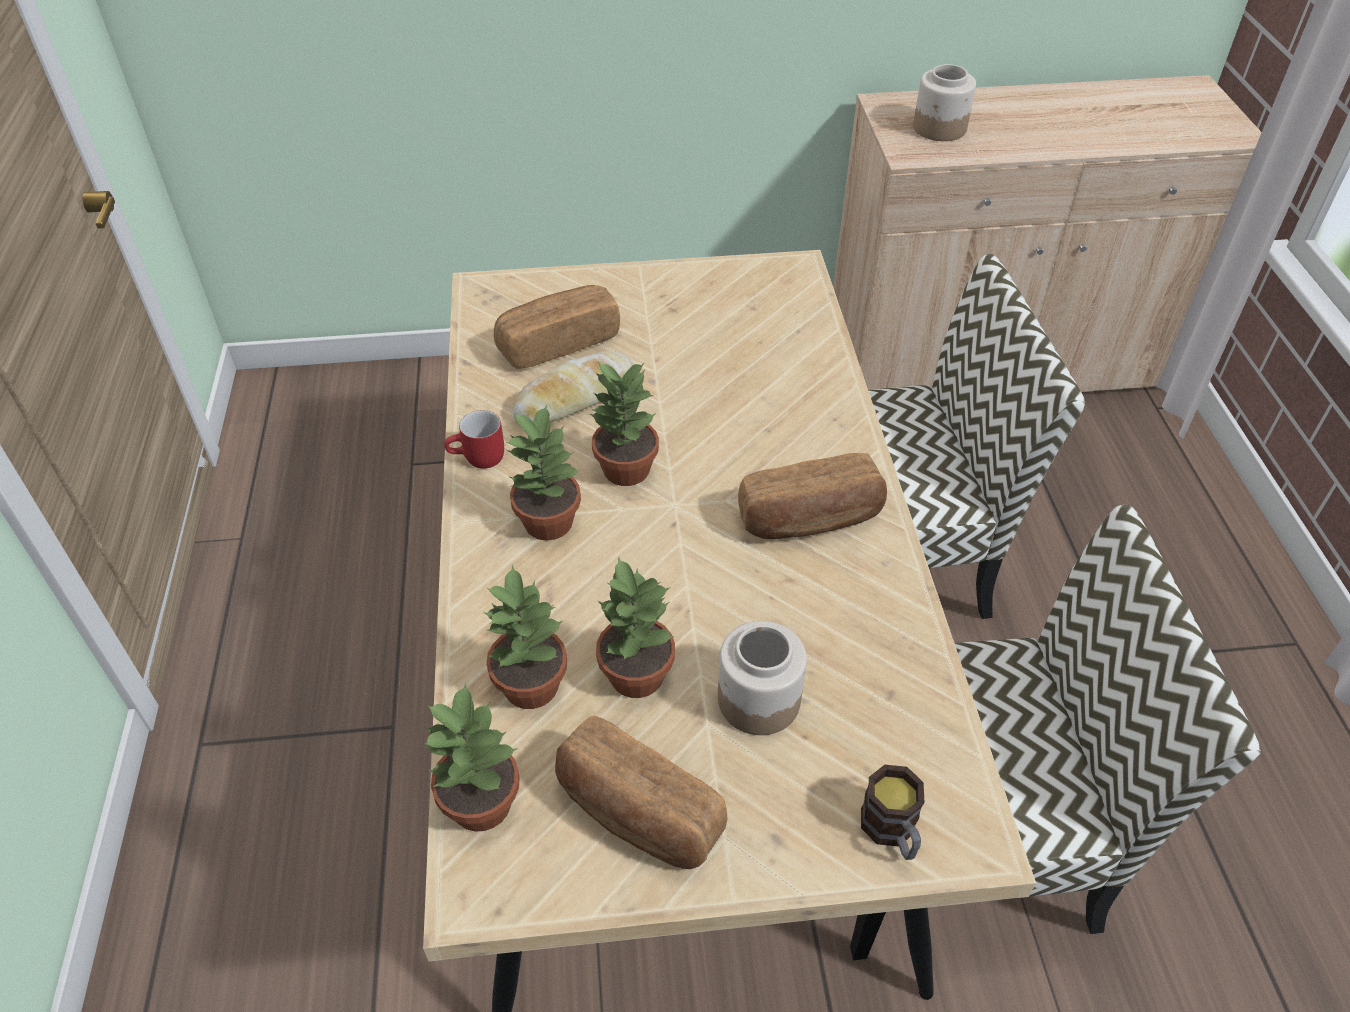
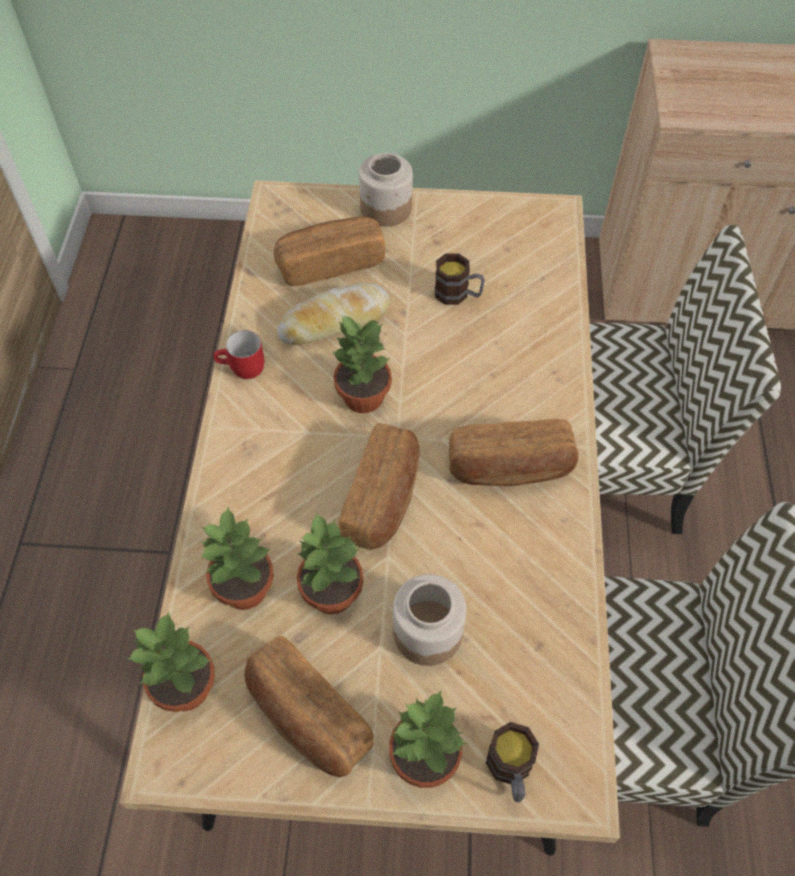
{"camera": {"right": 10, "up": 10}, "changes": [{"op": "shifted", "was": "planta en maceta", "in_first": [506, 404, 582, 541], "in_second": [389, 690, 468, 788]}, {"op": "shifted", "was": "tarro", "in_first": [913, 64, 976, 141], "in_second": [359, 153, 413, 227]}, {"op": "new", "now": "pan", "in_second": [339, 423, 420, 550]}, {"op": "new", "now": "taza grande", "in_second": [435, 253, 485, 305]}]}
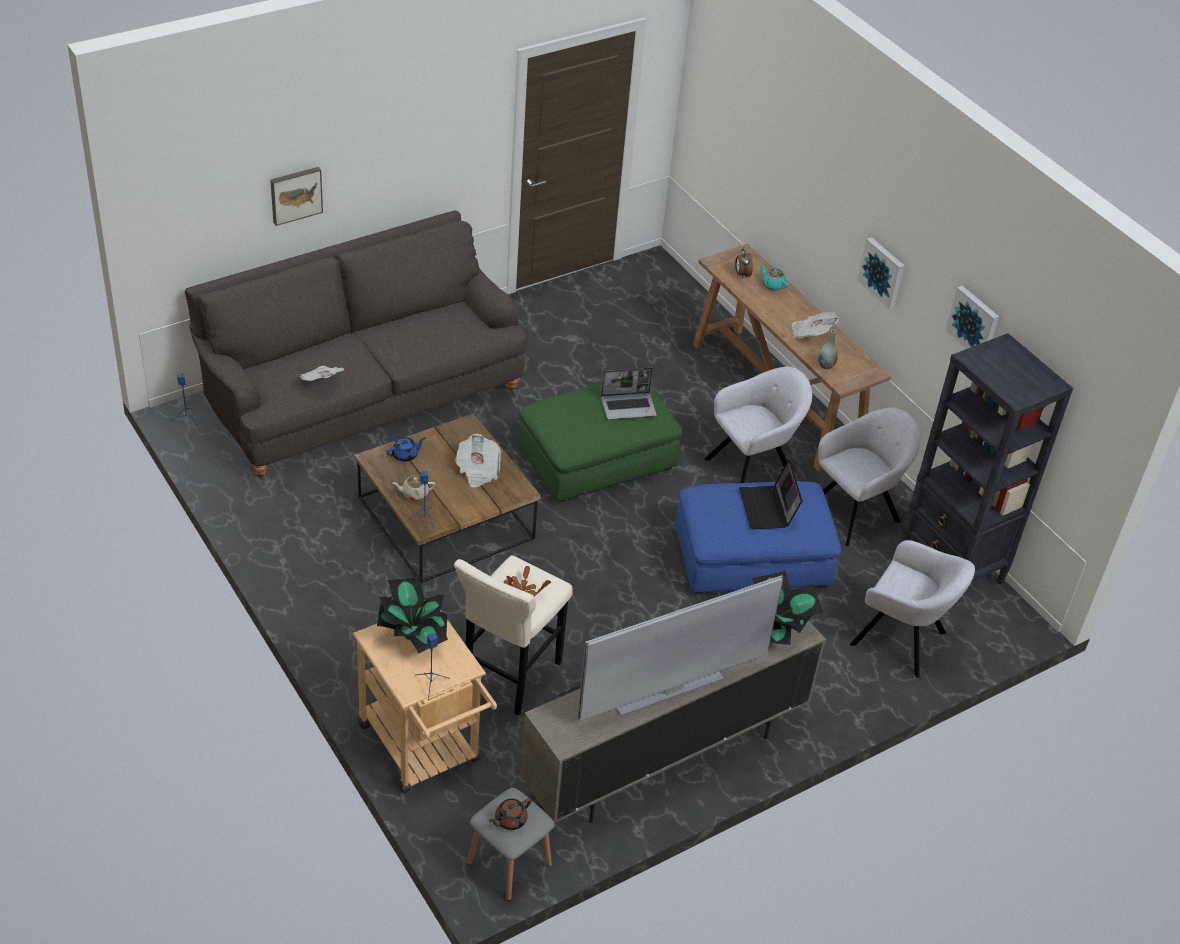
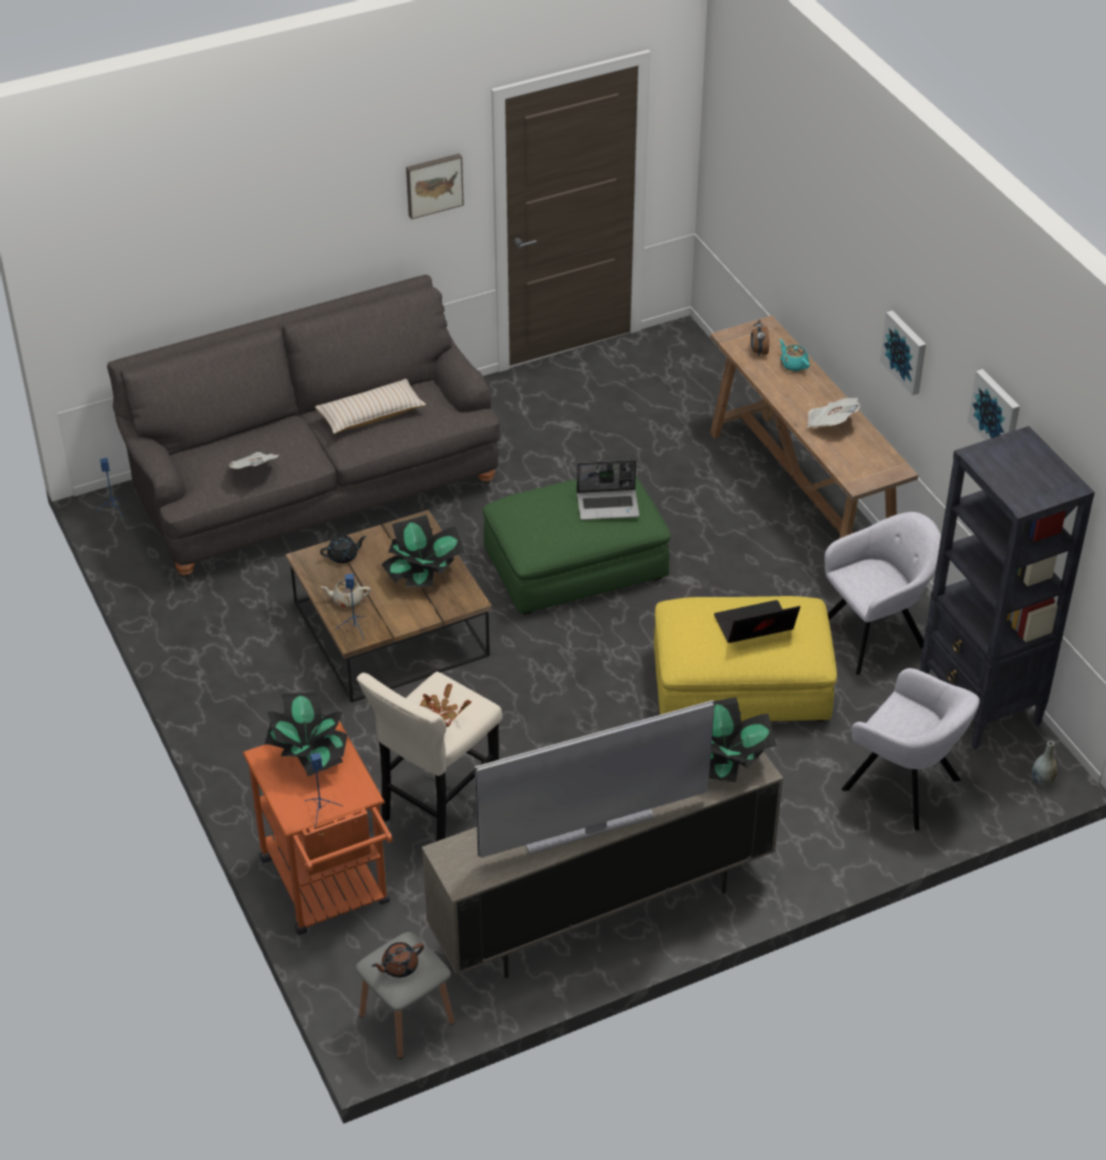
{"camera": {"right": 10, "up": 0}, "changes": [{"op": "shifted", "was": "cuadro", "in_first": [270, 167, 323, 226], "in_second": [406, 154, 464, 219]}, {"op": "repainted", "was": "carrito/beis", "now": "carrito/naranja", "in_first": [353, 611, 497, 793], "in_second": [243, 721, 393, 935]}, {"op": "repainted", "was": "tetera/azul", "now": "tetera/negro", "in_first": [386, 437, 426, 462], "in_second": [320, 535, 366, 563]}, {"op": "swapped", "was": "periódico", "now": "planta en maceta", "in_first": [455, 434, 501, 488], "in_second": [381, 515, 465, 587]}, {"op": "repainted", "was": "puf/azul", "now": "puf/amarillo", "in_first": [675, 481, 841, 594], "in_second": [654, 596, 837, 722]}, {"op": "gone", "was": "sillón/gris", "in_first": [704, 367, 812, 483]}, {"op": "rotated", "was": "portátil", "in_first": [739, 460, 802, 529], "in_second": [714, 600, 800, 643], "clockwise": 75}, {"op": "shifted", "was": "florero/gris", "in_first": [818, 330, 838, 369], "in_second": [1032, 741, 1057, 786]}, {"op": "new", "now": "cojín/beis", "in_second": [315, 379, 426, 434]}]}
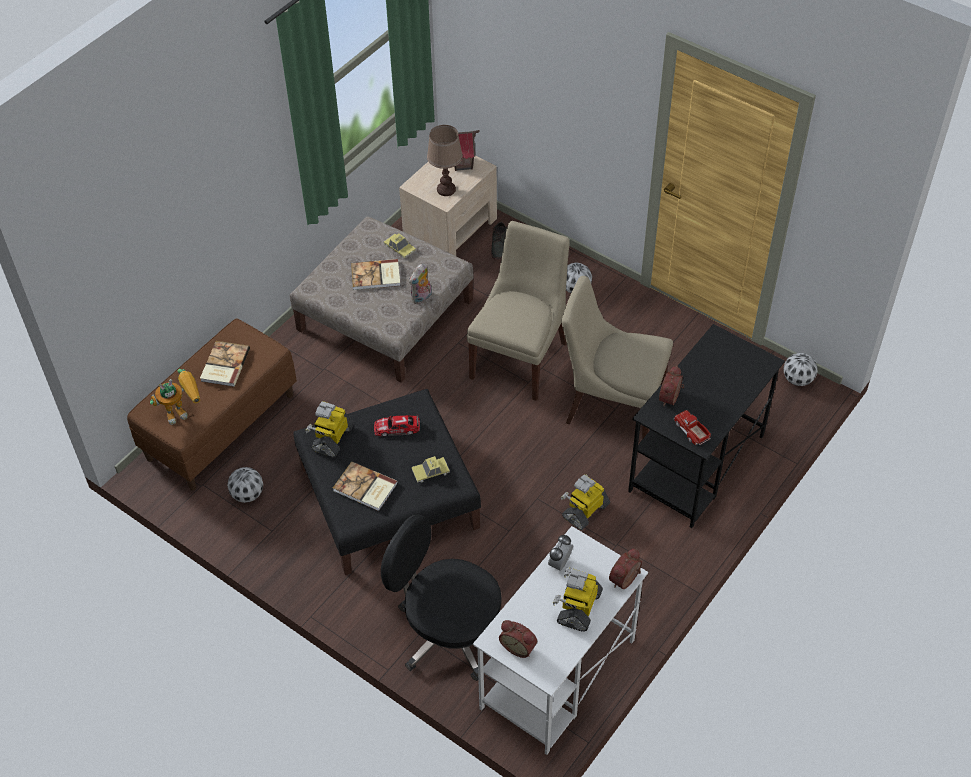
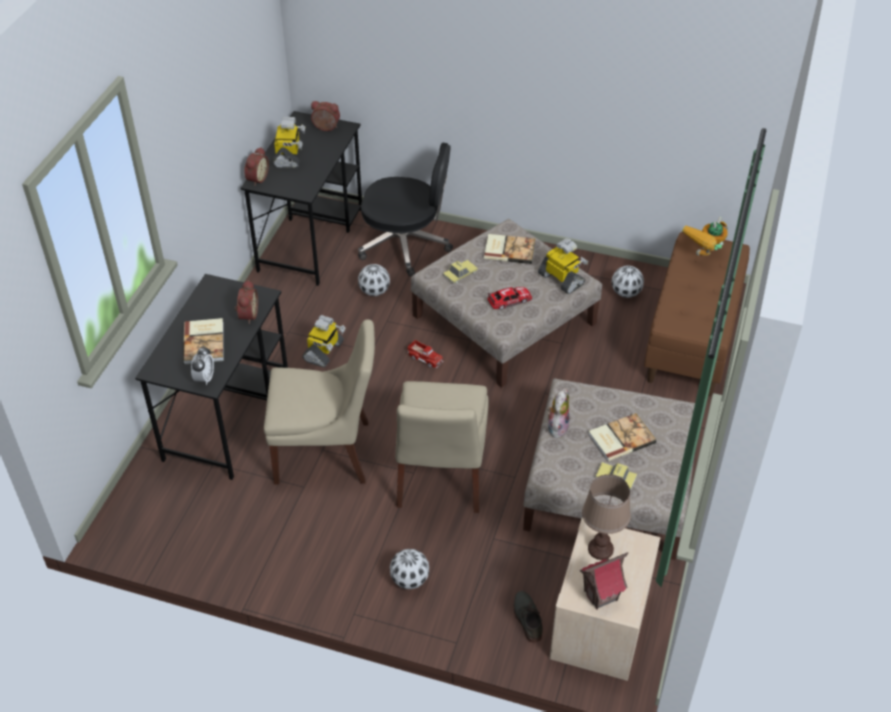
{"camera": {"right": 160, "up": -5}, "changes": [{"op": "shifted", "was": "libro", "in_first": [200, 341, 250, 387], "in_second": [183, 318, 224, 364]}, {"op": "repainted", "was": "puf/negro", "now": "puf/beis", "in_first": [293, 389, 481, 575], "in_second": [411, 219, 602, 387]}, {"op": "rotated", "was": "robot de juguete", "in_first": [305, 401, 354, 458], "in_second": [538, 238, 588, 294], "clockwise": -45}, {"op": "repainted", "was": "escritorio/blanco", "now": "escritorio/negro", "in_first": [473, 526, 648, 755], "in_second": [241, 111, 362, 286]}, {"op": "shifted", "was": "despertador", "in_first": [548, 535, 573, 571], "in_second": [191, 346, 214, 385]}, {"op": "shifted", "was": "camión de juguete", "in_first": [673, 410, 711, 445], "in_second": [407, 340, 444, 368]}, {"op": "shifted", "was": "balón de fútbol", "in_first": [783, 353, 818, 386], "in_second": [358, 264, 390, 296]}]}
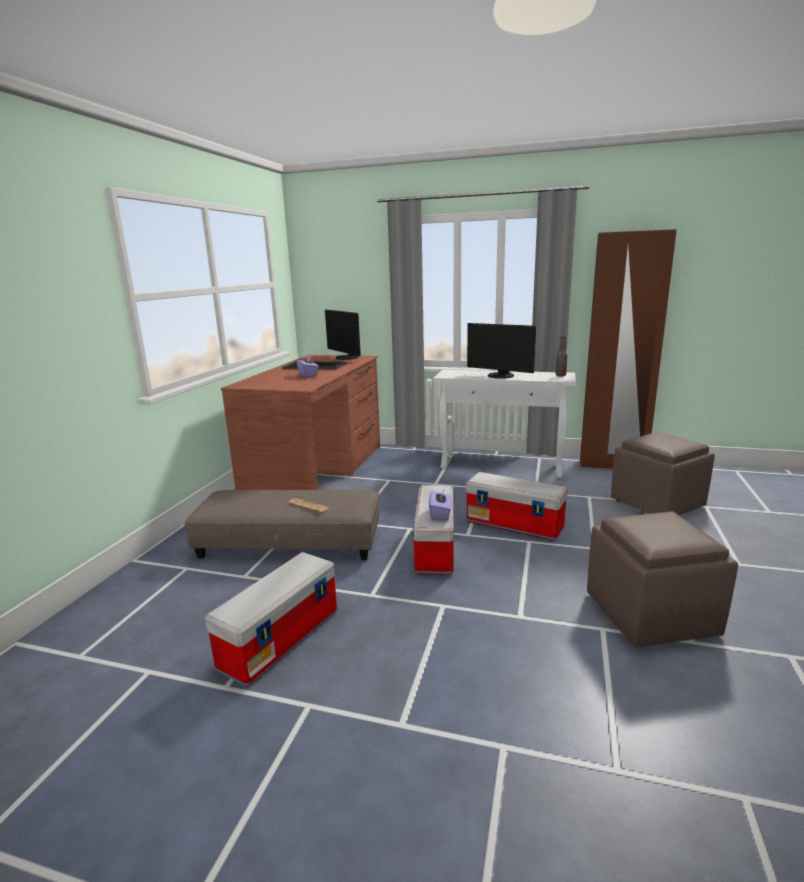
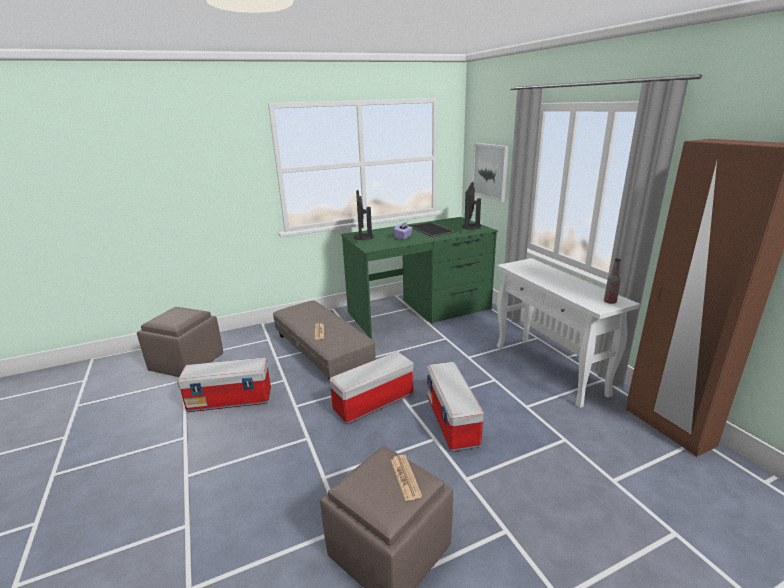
{"camera": {"right": 50, "up": 5}, "changes": [{"op": "repainted", "was": "escritorio/marrón", "now": "escritorio/verde", "in_first": [221, 355, 380, 490], "in_second": [341, 217, 498, 339]}, {"op": "gone", "was": "caja de pañuelos/morado", "in_first": [429, 487, 452, 520]}, {"op": "shifted", "was": "monitor", "in_first": [467, 323, 536, 379], "in_second": [353, 190, 373, 240]}, {"op": "shifted", "was": "puf/marrón", "in_first": [611, 432, 715, 515], "in_second": [137, 307, 223, 377]}, {"op": "new", "now": "periódico", "in_second": [391, 455, 422, 501]}, {"op": "new", "now": "cuadro", "in_second": [472, 143, 509, 202]}]}
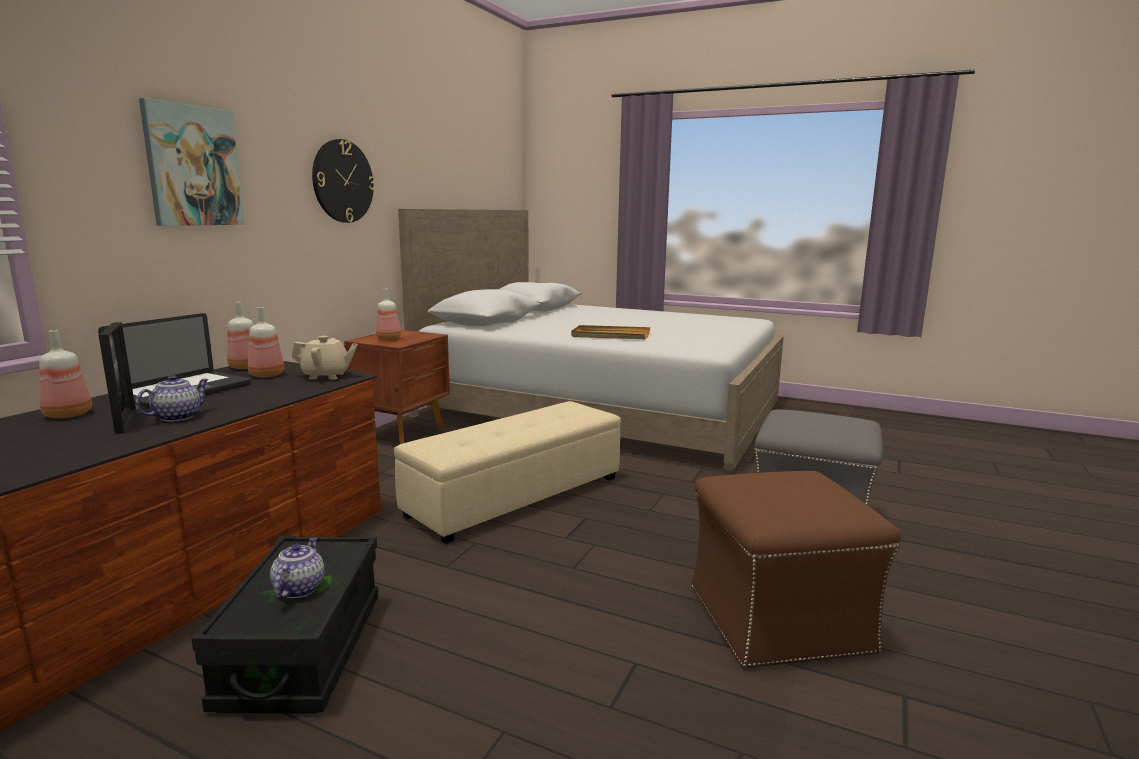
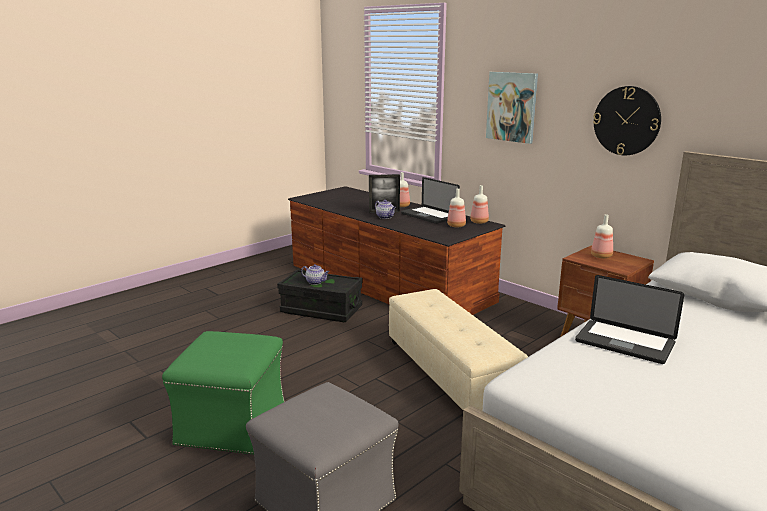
{"camera": {"right": 110, "up": 5}, "changes": [{"op": "gone", "was": "tetera/beis", "in_first": [292, 336, 358, 380]}, {"op": "swapped", "was": "bandeja/beis", "now": "portátil", "in_first": [571, 325, 650, 339], "in_second": [575, 275, 684, 364]}, {"op": "repainted", "was": "puf/marrón", "now": "puf/verde", "in_first": [692, 471, 901, 669], "in_second": [162, 331, 285, 455]}]}
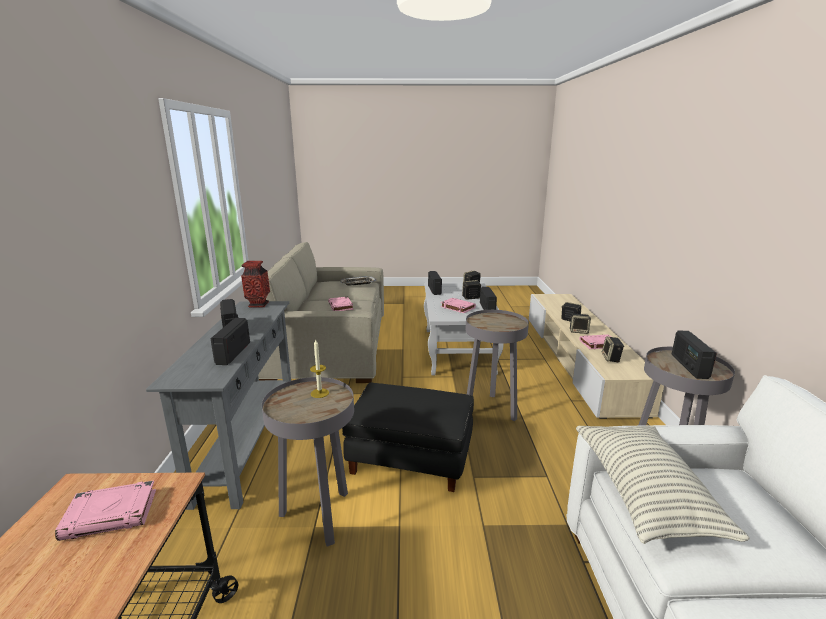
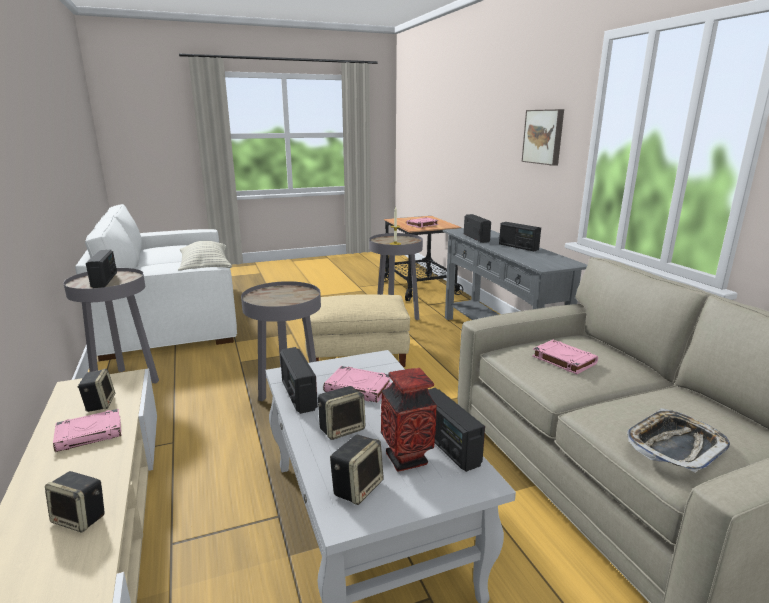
{"camera": {"right": 160, "up": 0}, "changes": [{"op": "shifted", "was": "florero", "in_first": [241, 261, 270, 307], "in_second": [381, 368, 437, 472]}, {"op": "repainted", "was": "puf/negro", "now": "puf/beis", "in_first": [342, 382, 474, 492], "in_second": [305, 294, 410, 367]}, {"op": "gone", "was": "altavoz", "in_first": [570, 314, 591, 334]}, {"op": "new", "now": "cuadro", "in_second": [522, 109, 564, 166]}]}
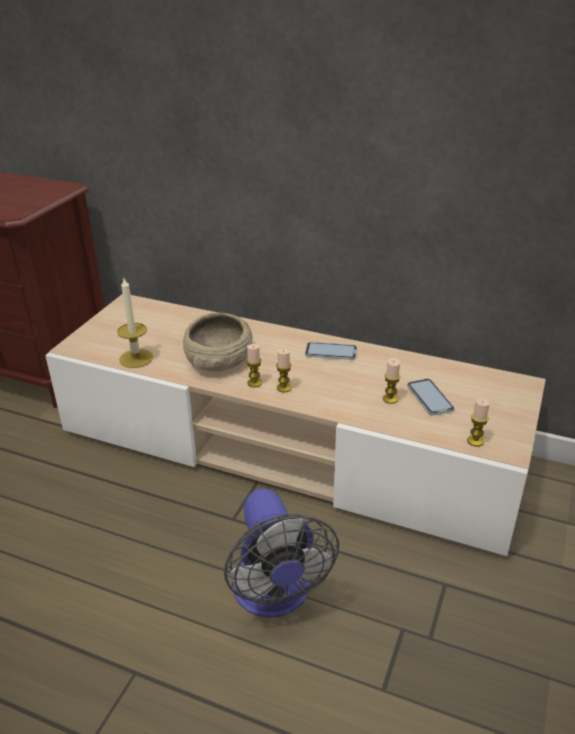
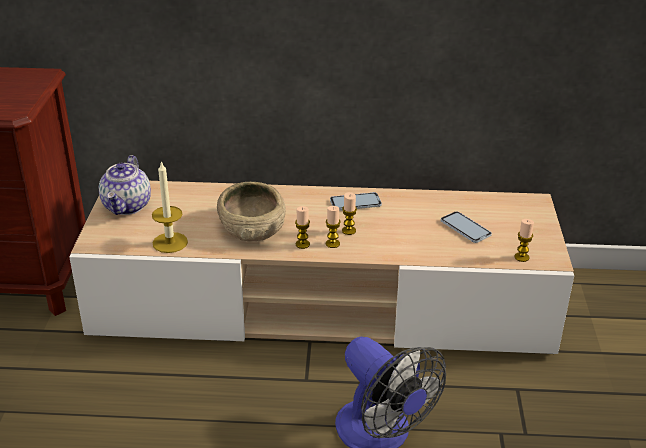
{"camera": {"right": -20, "up": 0}, "changes": [{"op": "shifted", "was": "vela", "in_first": [383, 358, 400, 404], "in_second": [342, 192, 357, 235]}, {"op": "new", "now": "tetera", "in_second": [99, 155, 151, 215]}]}
